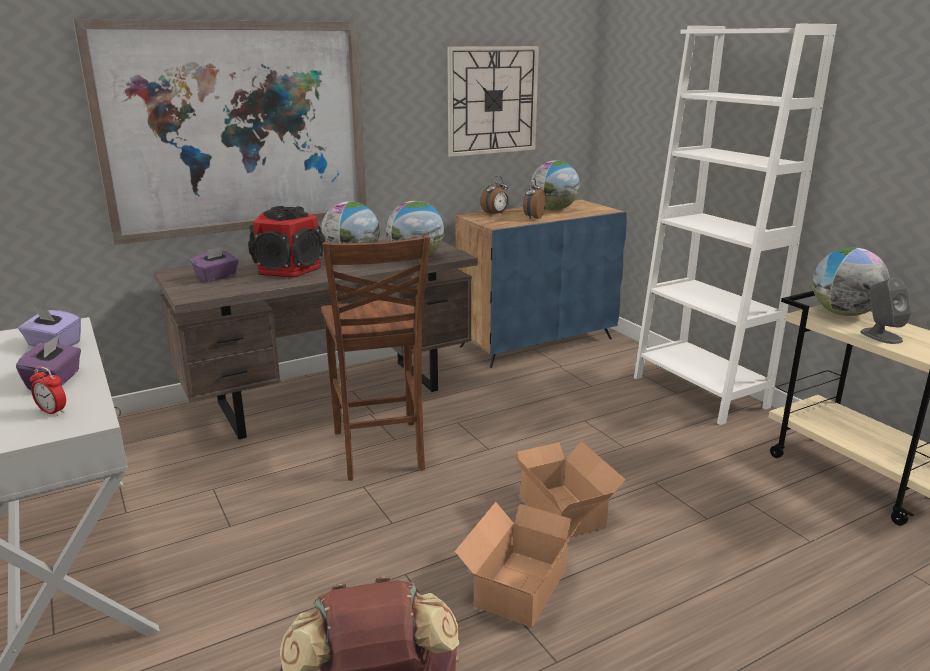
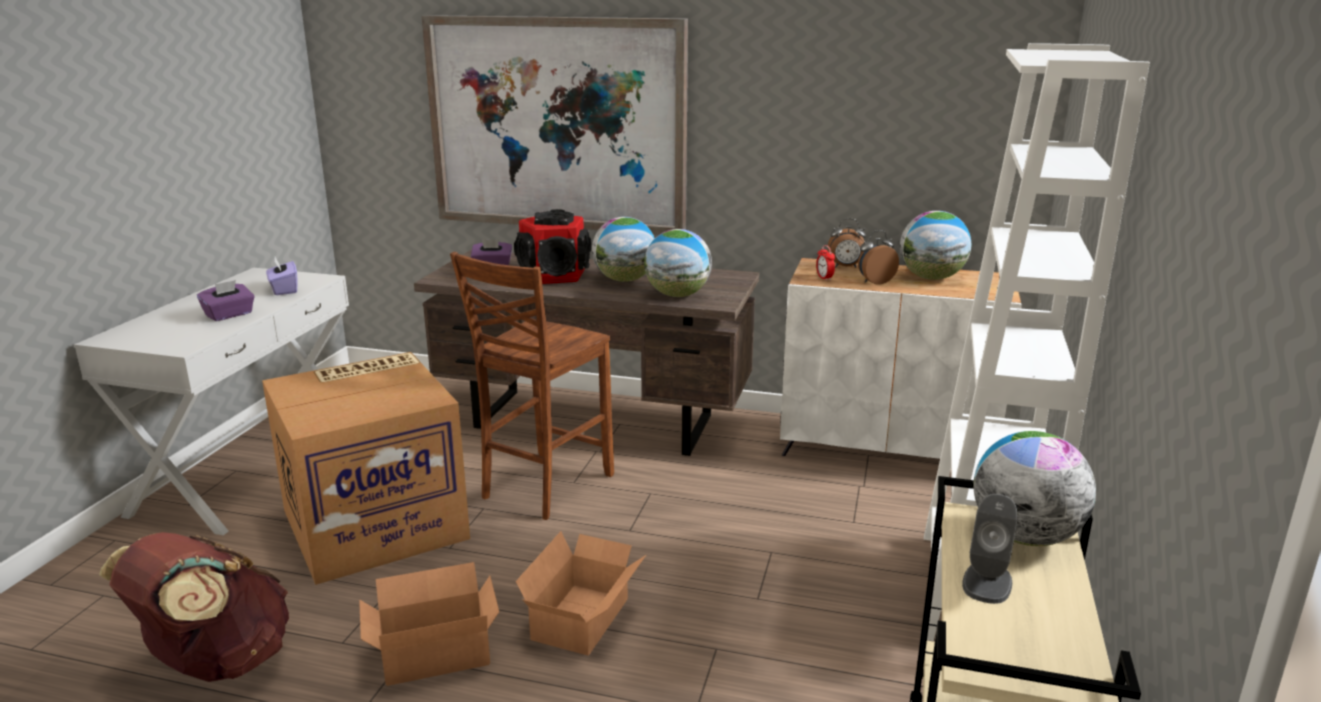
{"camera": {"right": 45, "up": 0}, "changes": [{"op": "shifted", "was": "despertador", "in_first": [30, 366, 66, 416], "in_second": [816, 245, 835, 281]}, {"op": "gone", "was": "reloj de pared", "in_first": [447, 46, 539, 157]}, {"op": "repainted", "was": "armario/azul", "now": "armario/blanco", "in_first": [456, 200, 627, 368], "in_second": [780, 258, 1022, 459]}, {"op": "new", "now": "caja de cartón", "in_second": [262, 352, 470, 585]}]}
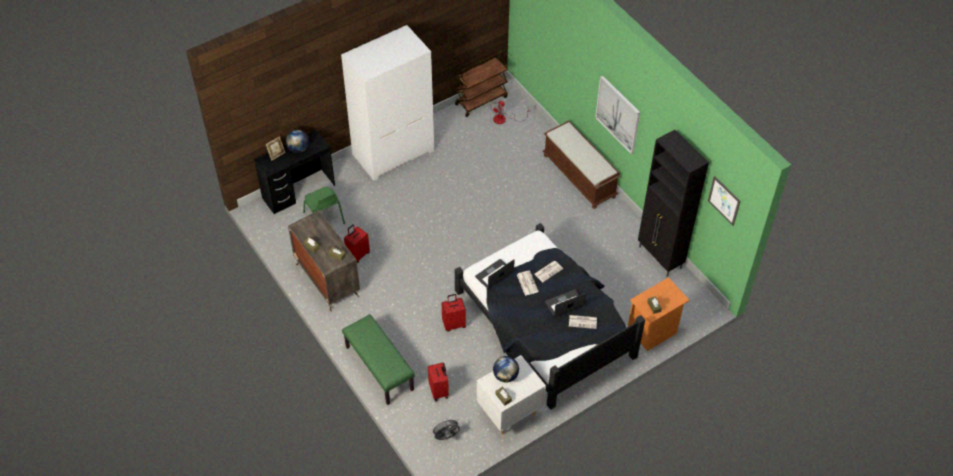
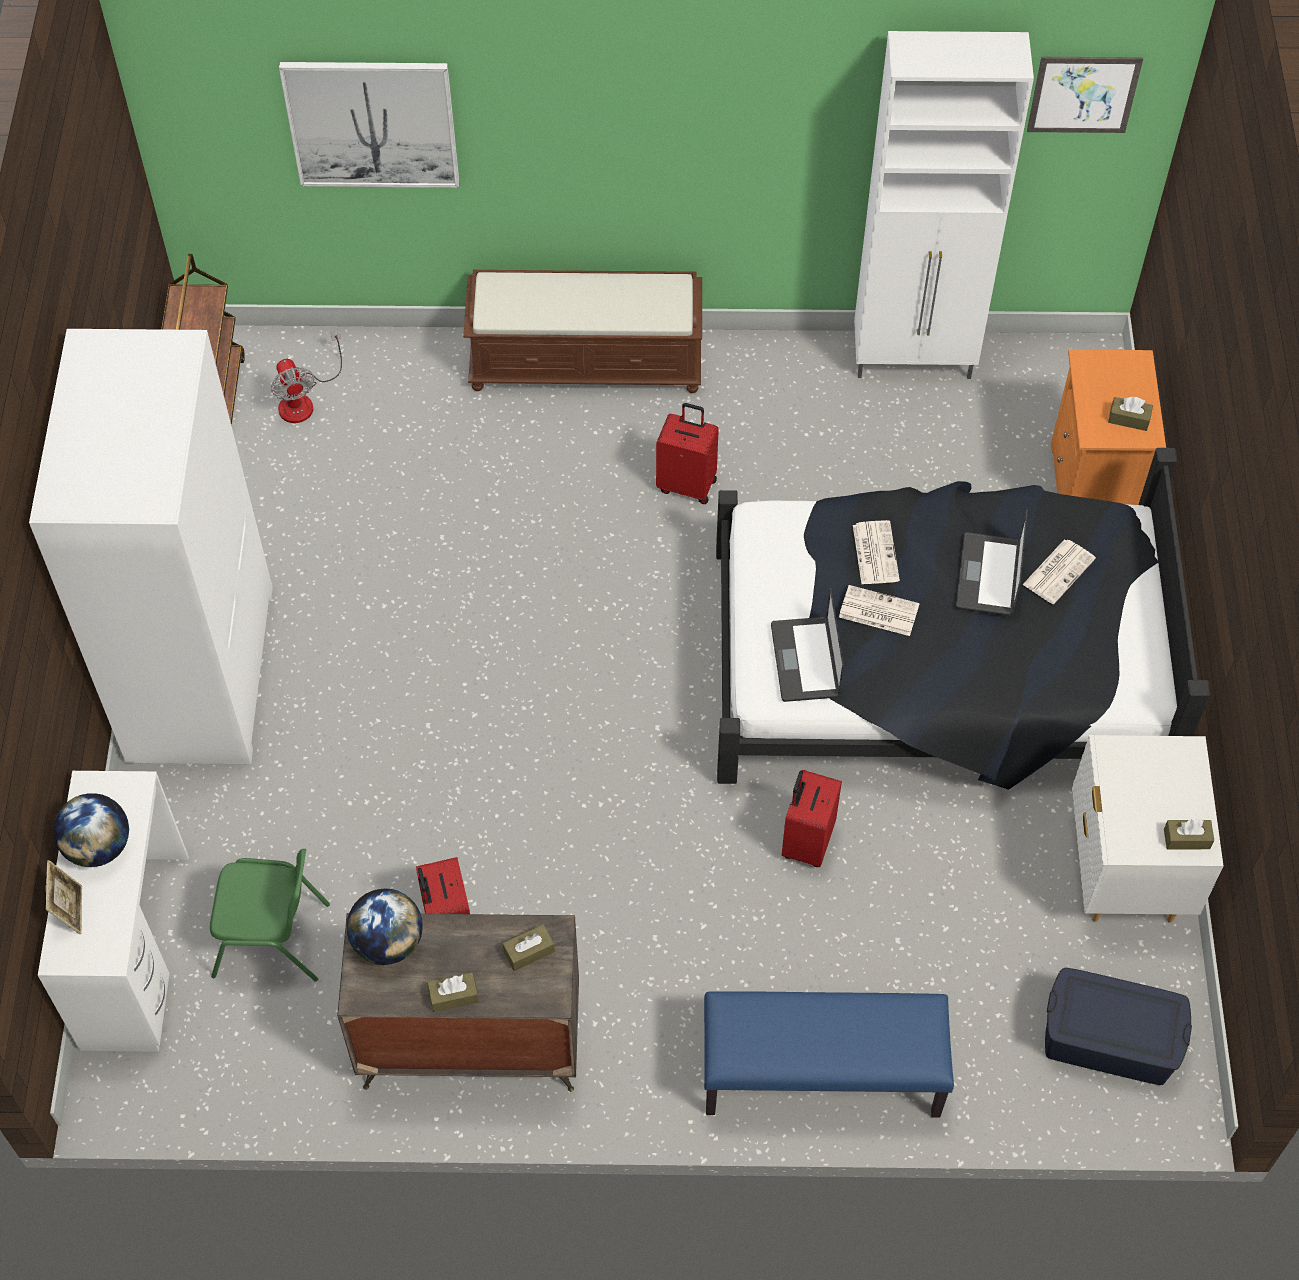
{"camera": {"right": -55, "up": 5}, "changes": [{"op": "repainted", "was": "escritorio/negro", "now": "escritorio/blanco", "in_first": [254, 130, 335, 214], "in_second": [38, 771, 189, 1052]}, {"op": "repainted", "was": "banco/verde", "now": "banco/azul", "in_first": [342, 314, 415, 405], "in_second": [704, 991, 954, 1118]}, {"op": "shifted", "was": "maleta/rojo", "in_first": [428, 363, 449, 401], "in_second": [656, 403, 719, 504]}, {"op": "swapped", "was": "ventilador/gris", "now": "caja de almacenaje/azul", "in_first": [431, 418, 460, 440], "in_second": [1045, 968, 1192, 1085]}, {"op": "shifted", "was": "globo terráqueo", "in_first": [493, 356, 519, 383], "in_second": [346, 889, 423, 965]}, {"op": "shifted", "was": "cuadro", "in_first": [595, 76, 640, 154], "in_second": [279, 62, 459, 188]}, {"op": "repainted", "was": "armario/negro", "now": "armario/blanco", "in_first": [638, 130, 709, 277], "in_second": [854, 31, 1034, 379]}]}
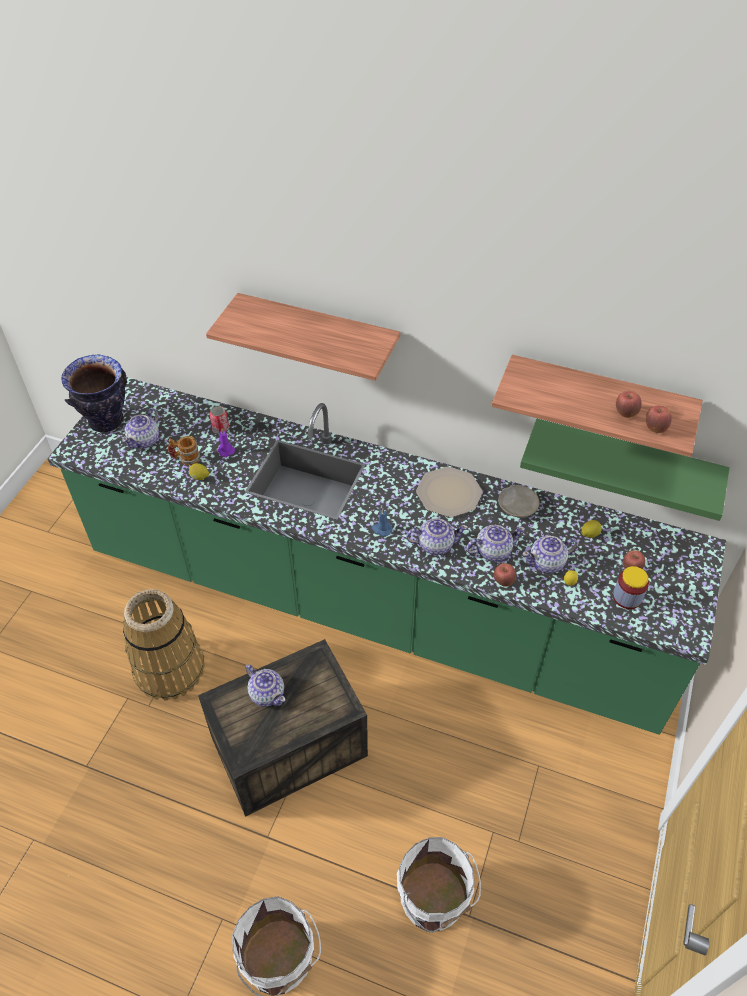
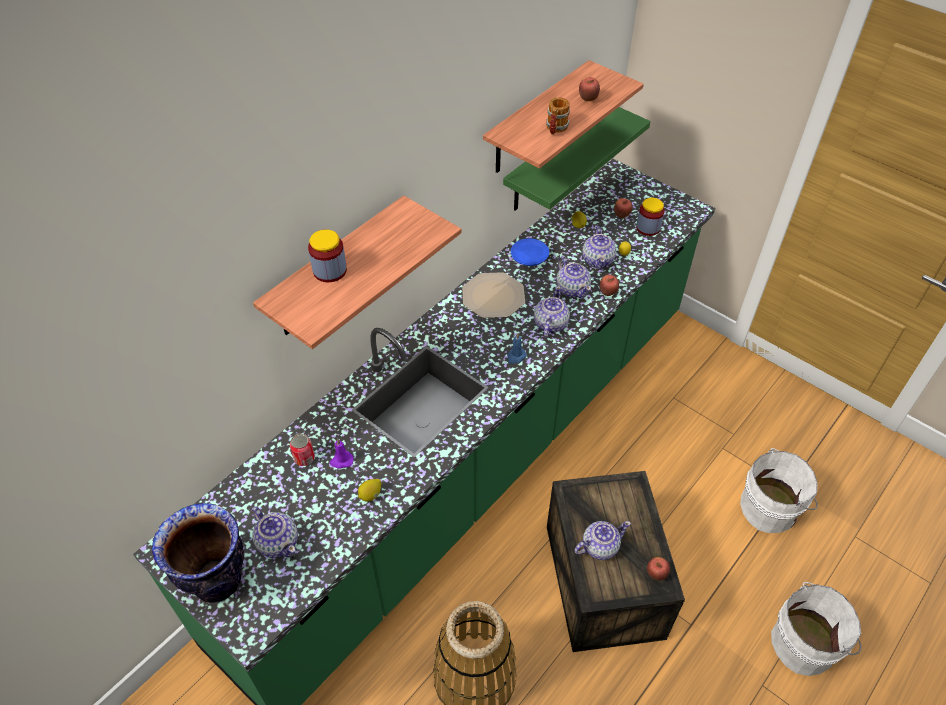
{"camera": {"right": -70, "up": 0}, "changes": [{"op": "shifted", "was": "taza grande", "in_first": [168, 436, 200, 465], "in_second": [546, 97, 570, 135]}, {"op": "rotated", "was": "tetera", "in_first": [466, 525, 525, 562], "in_second": [557, 256, 591, 298], "clockwise": 150}, {"op": "repainted", "was": "plato/beis", "now": "plato/azul", "in_first": [498, 485, 540, 517], "in_second": [511, 238, 549, 266]}, {"op": "shifted", "was": "manzana", "in_first": [646, 406, 672, 433], "in_second": [647, 557, 670, 581]}, {"op": "new", "now": "tarro", "in_second": [308, 229, 347, 282]}]}
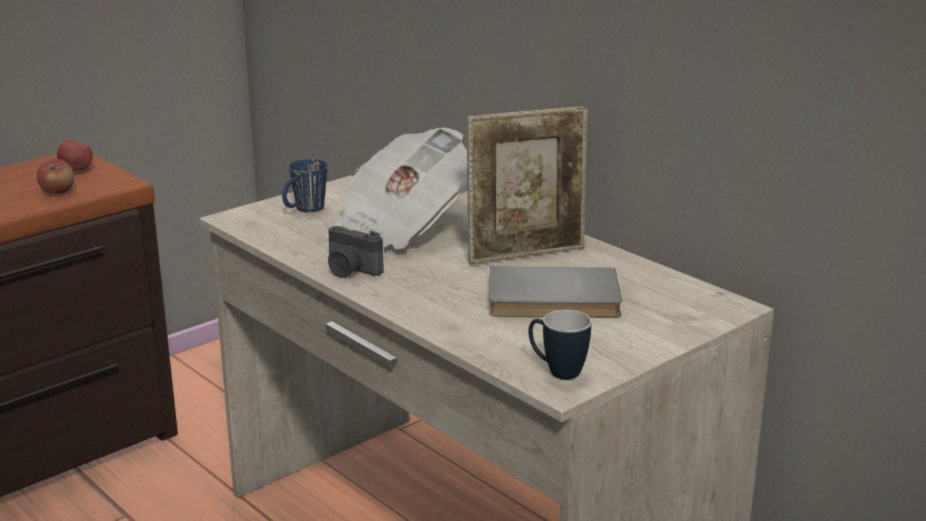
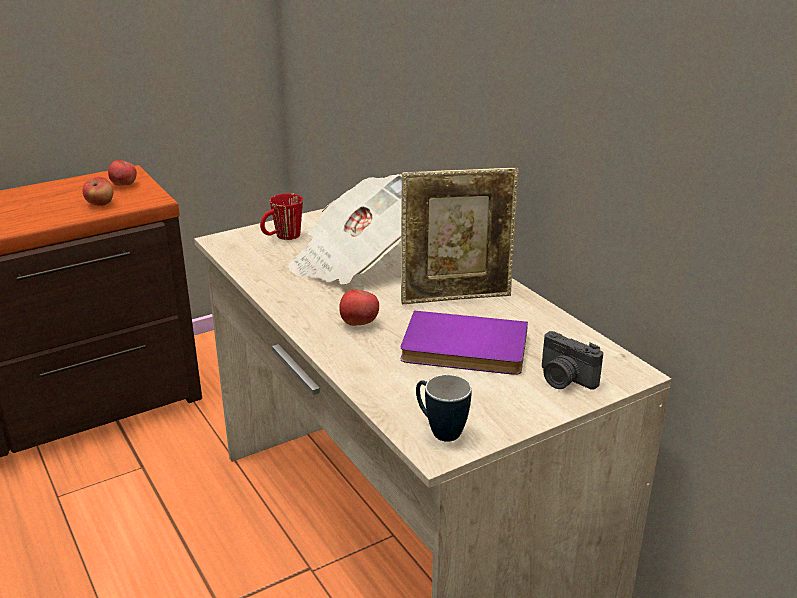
{"camera": {"right": 10, "up": 5}, "changes": [{"op": "repainted", "was": "taza grande/azul", "now": "taza grande/rojo", "in_first": [282, 159, 327, 212], "in_second": [260, 193, 303, 240]}, {"op": "shifted", "was": "cámara", "in_first": [328, 226, 384, 278], "in_second": [542, 331, 603, 390]}, {"op": "repainted", "was": "libro/gris", "now": "libro/morado", "in_first": [489, 266, 622, 318], "in_second": [401, 311, 528, 375]}, {"op": "new", "now": "manzana", "in_second": [339, 289, 379, 326]}]}
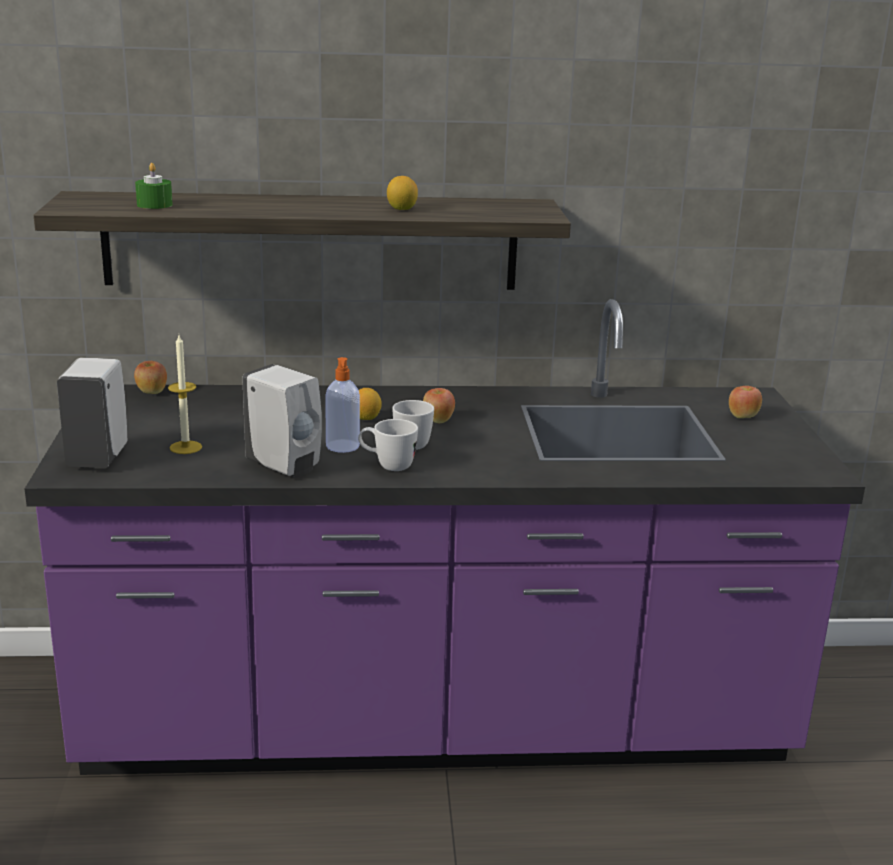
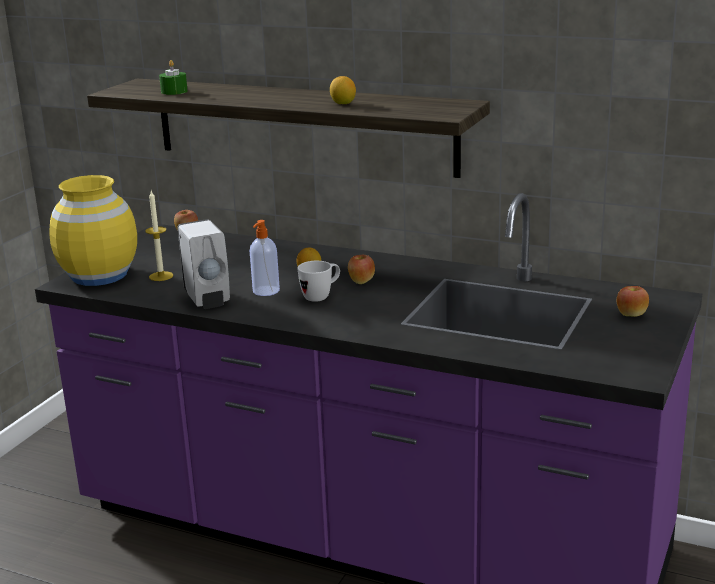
{"camera": {"right": 30, "up": 0}, "changes": [{"op": "swapped", "was": "dispensador de jabón/blanco", "now": "florero/amarillo", "in_first": [57, 358, 127, 468], "in_second": [49, 175, 137, 286]}, {"op": "gone", "was": "taza grande/blanco", "in_first": [358, 419, 418, 471]}]}
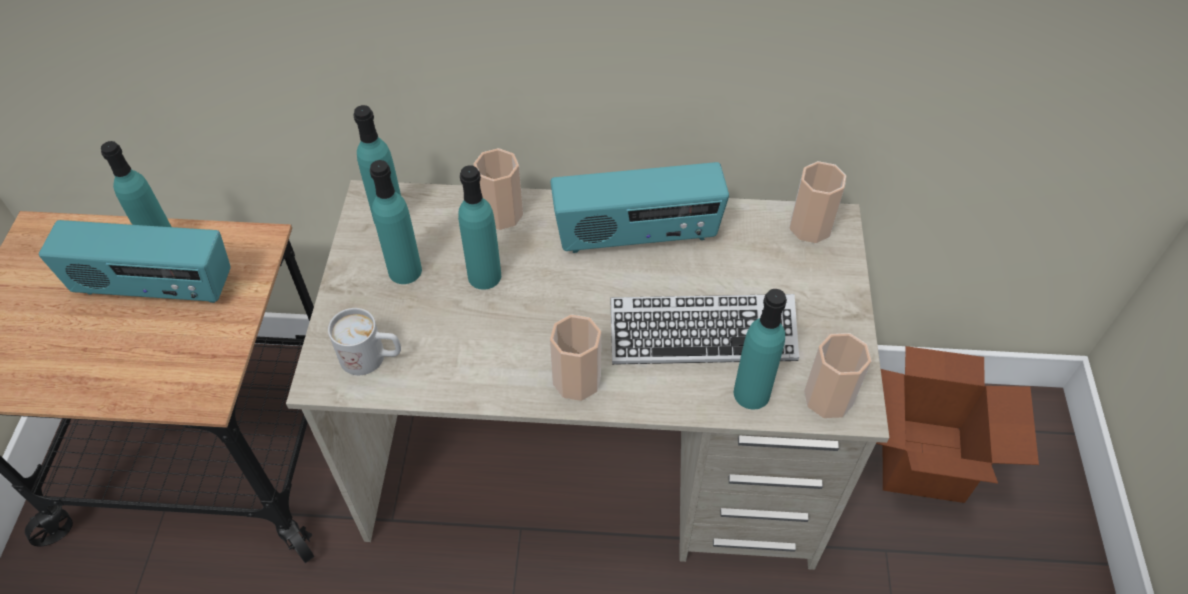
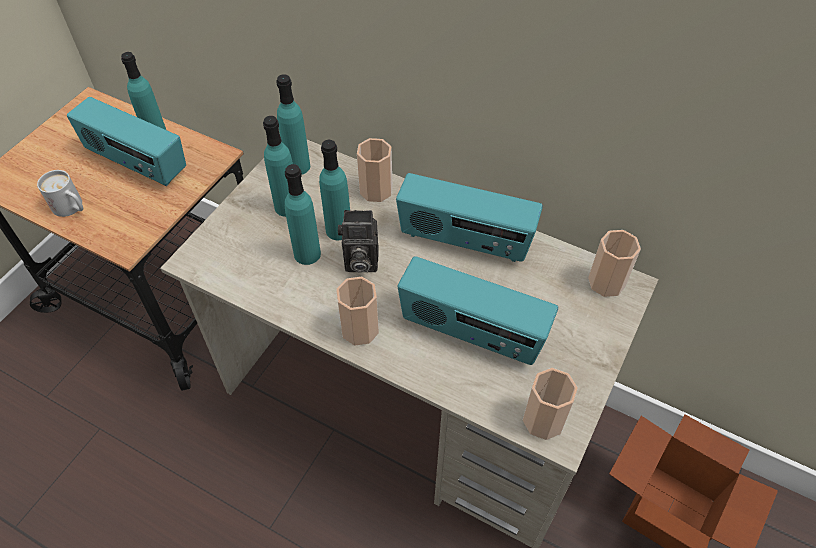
{"camera": {"right": 25, "up": 0}, "changes": [{"op": "shifted", "was": "taza grande/blanco", "in_first": [328, 308, 401, 375], "in_second": [37, 170, 83, 217]}, {"op": "swapped", "was": "teclado", "now": "radio", "in_first": [610, 294, 799, 365], "in_second": [398, 256, 558, 365]}, {"op": "shifted", "was": "botella/turquesa", "in_first": [734, 289, 787, 410], "in_second": [285, 164, 321, 265]}, {"op": "new", "now": "cámara", "in_second": [338, 210, 379, 273]}]}
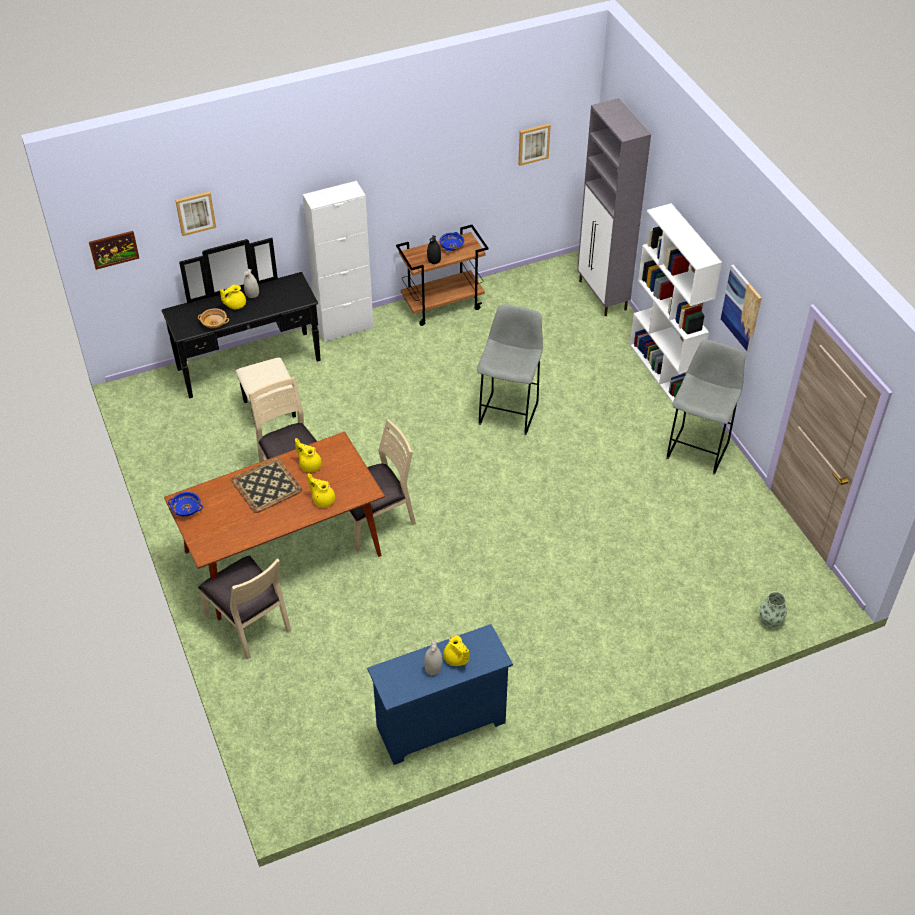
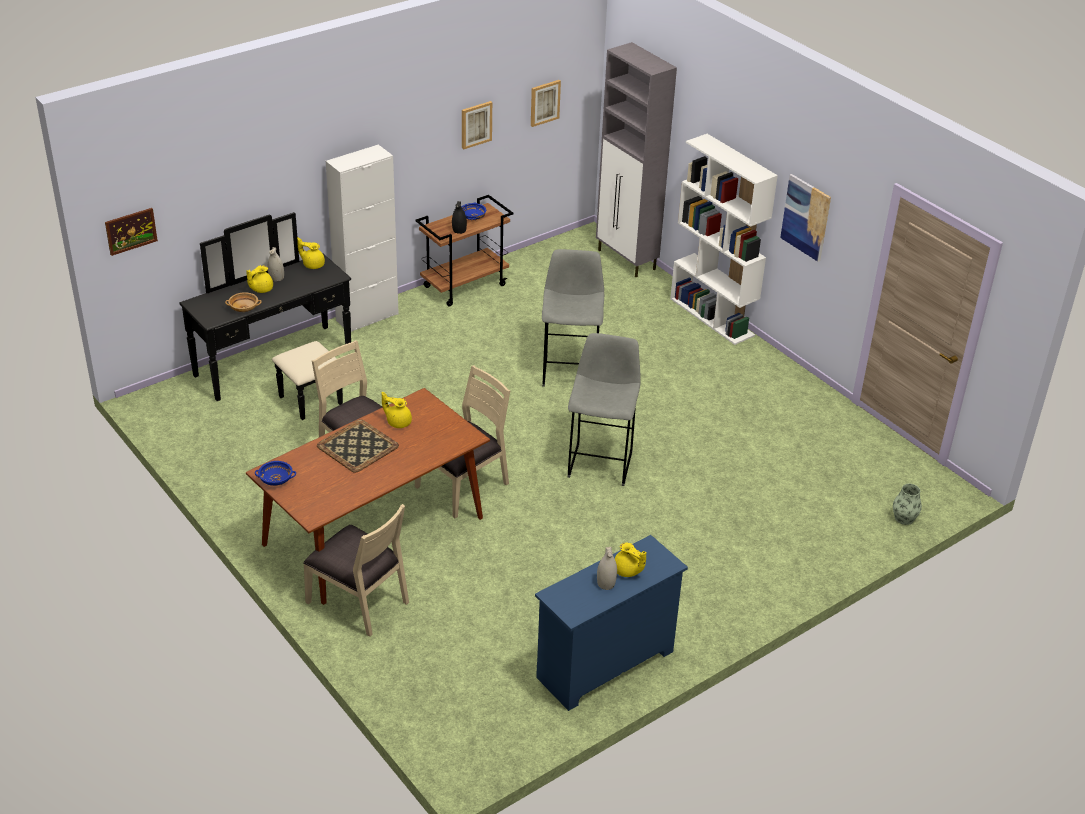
{"camera": {"right": -15, "up": -10}, "changes": [{"op": "shifted", "was": "cuadro", "in_first": [175, 191, 216, 236], "in_second": [462, 101, 492, 149]}, {"op": "shifted", "was": "tetera/amarillo", "in_first": [308, 473, 335, 507], "in_second": [297, 237, 325, 269]}, {"op": "shifted", "was": "taburete/gris", "in_first": [666, 340, 745, 475], "in_second": [567, 333, 641, 486]}]}
